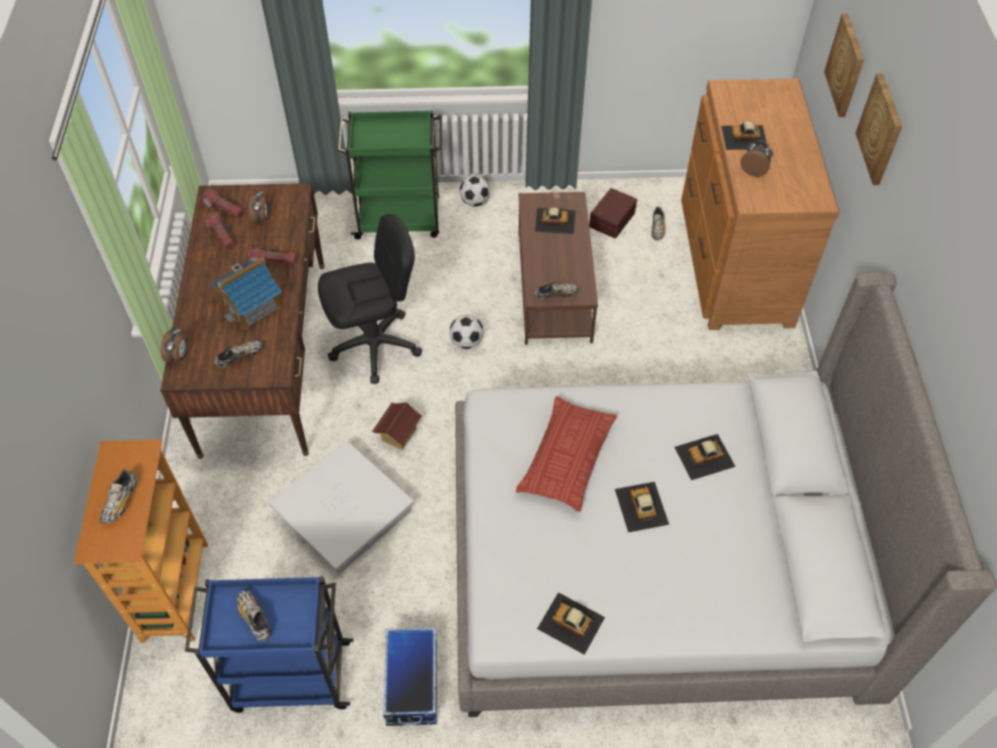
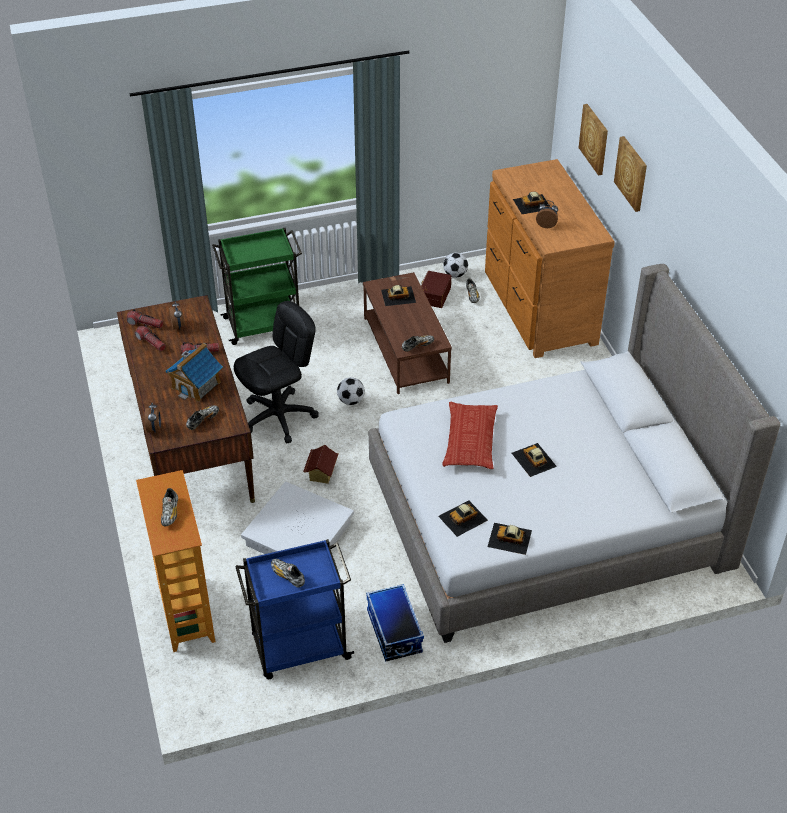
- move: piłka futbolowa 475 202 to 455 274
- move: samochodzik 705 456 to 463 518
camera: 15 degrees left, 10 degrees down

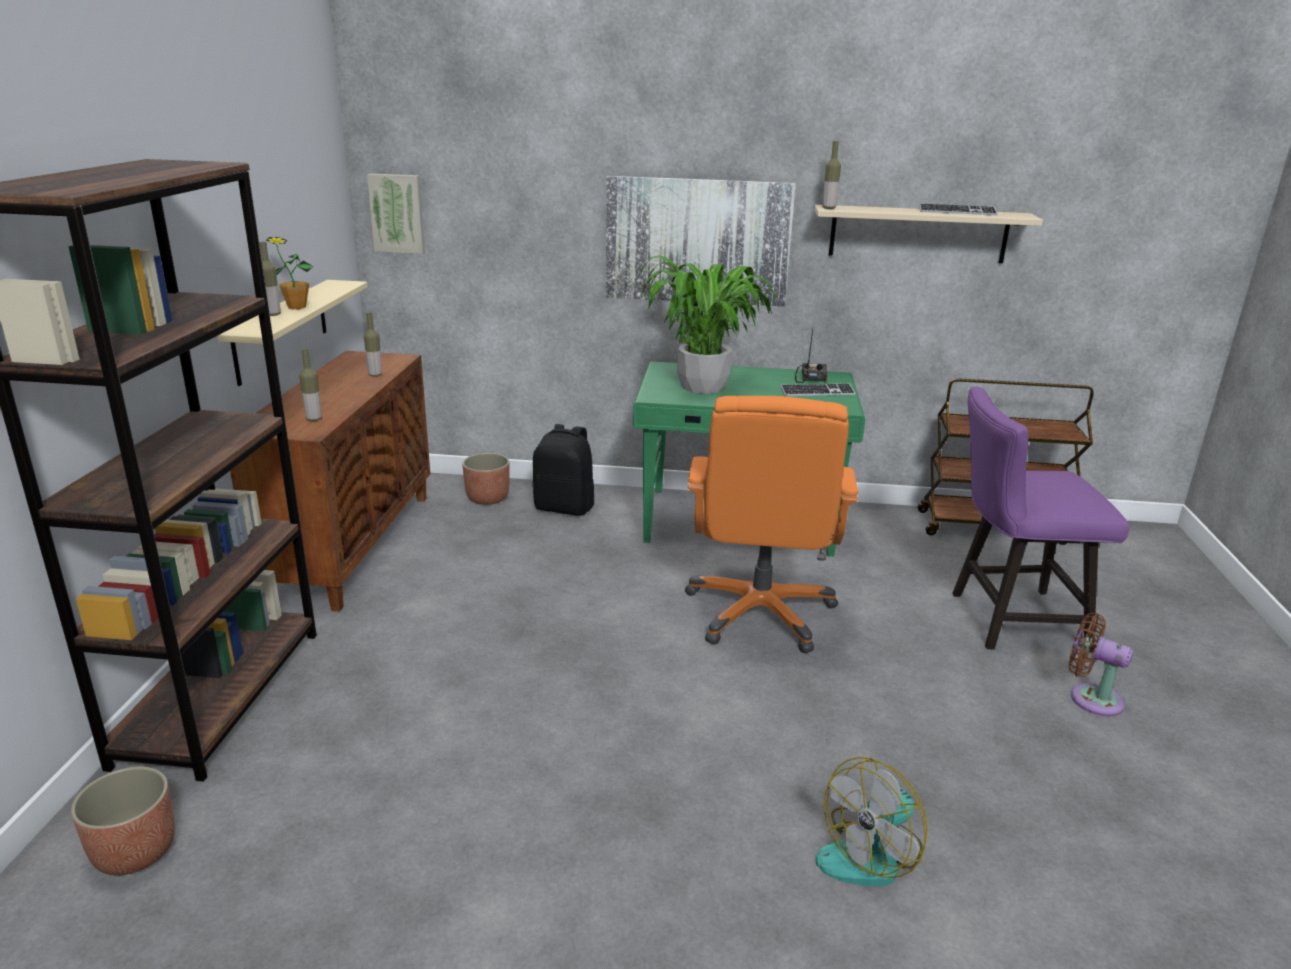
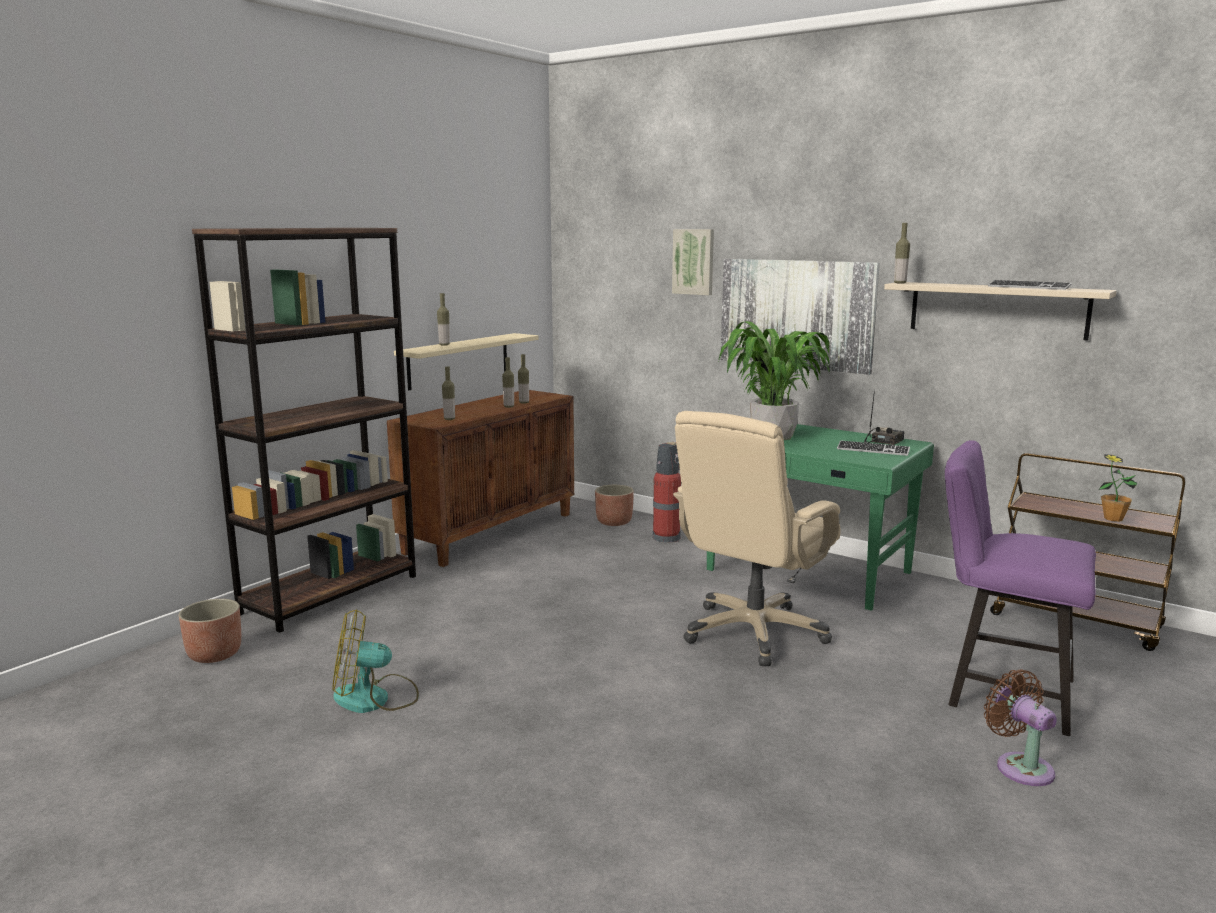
- move: roślina doniczkowa 296 307 to 1113 519
- move: obraz 397 213 to 694 261
- replace: plecak [czarny] 565 508 to gaśnica 667 537
- recolor: krzesło biurowe [pomarańczowy] 760 613 to krzesło biurowe [beżowy] 754 633
- move: wentylator 871 855 to 375 698
- insert: butelka 509 407
camera: 30 degrees right, 10 degrees down

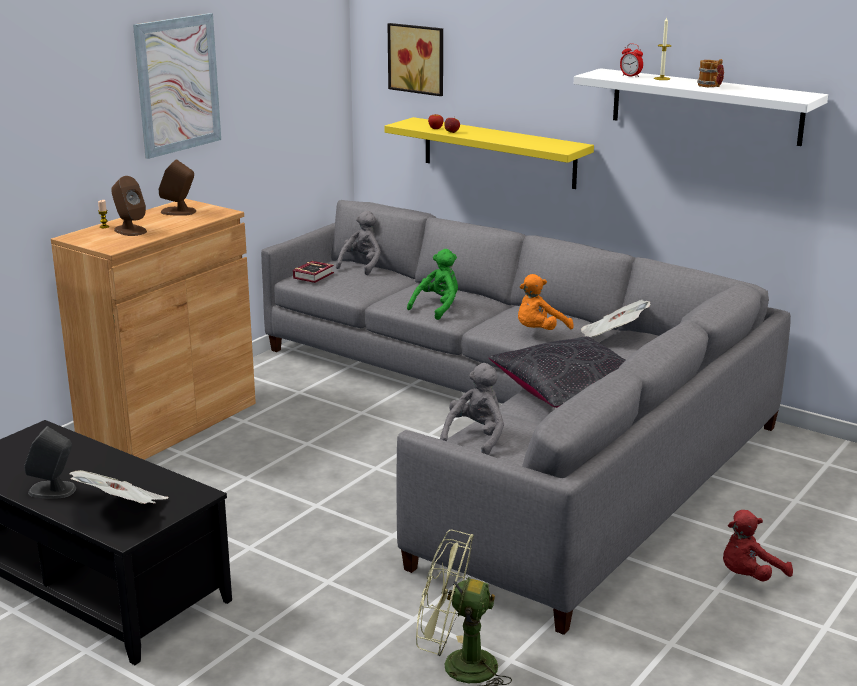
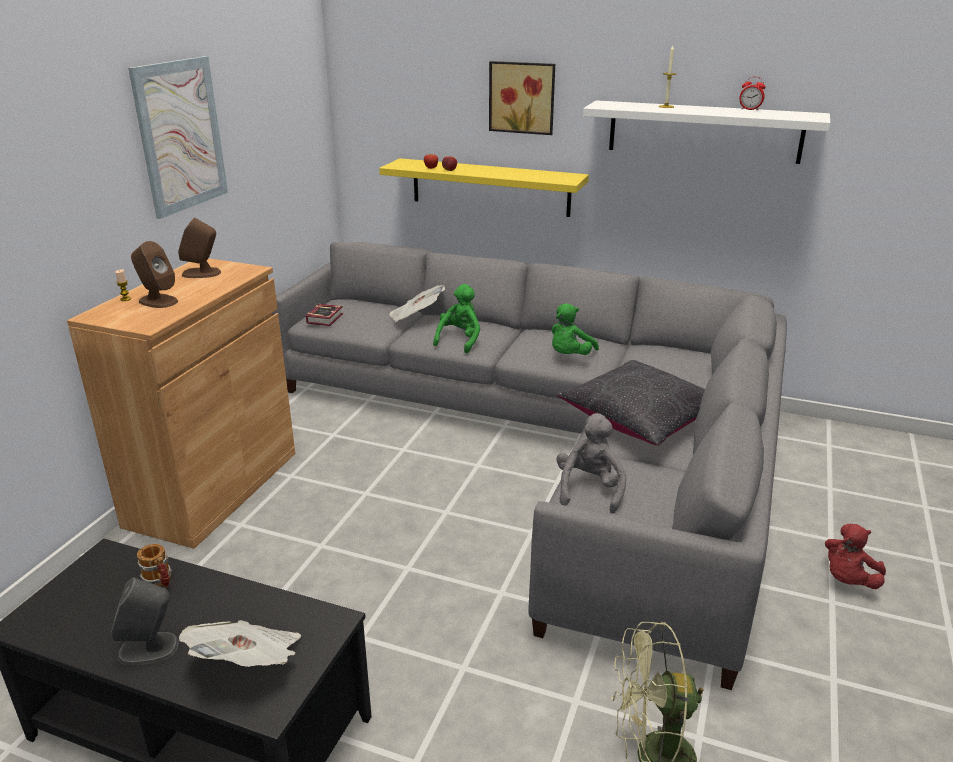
- delete: pluszak [szary] 362 265
- move: obraz 418 58 to 522 97
- recolor: pluszak [pomarańczowy] 539 332 to pluszak [zielony] 569 356
- move: gazeta 612 336 to 416 317
- move: budzik 630 76 to 750 109
- move: kubek 710 86 to 159 581
camera: 15 degrees left, 5 degrees up

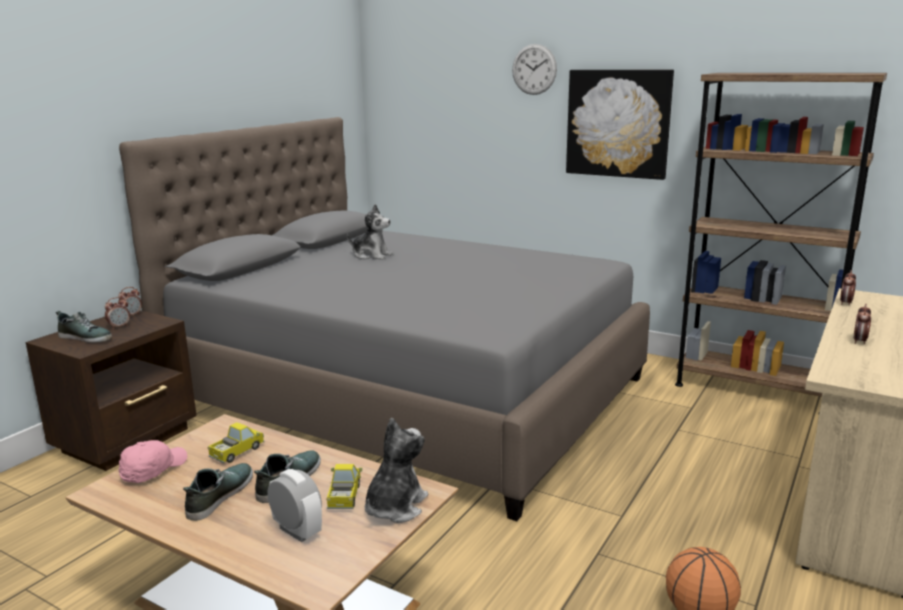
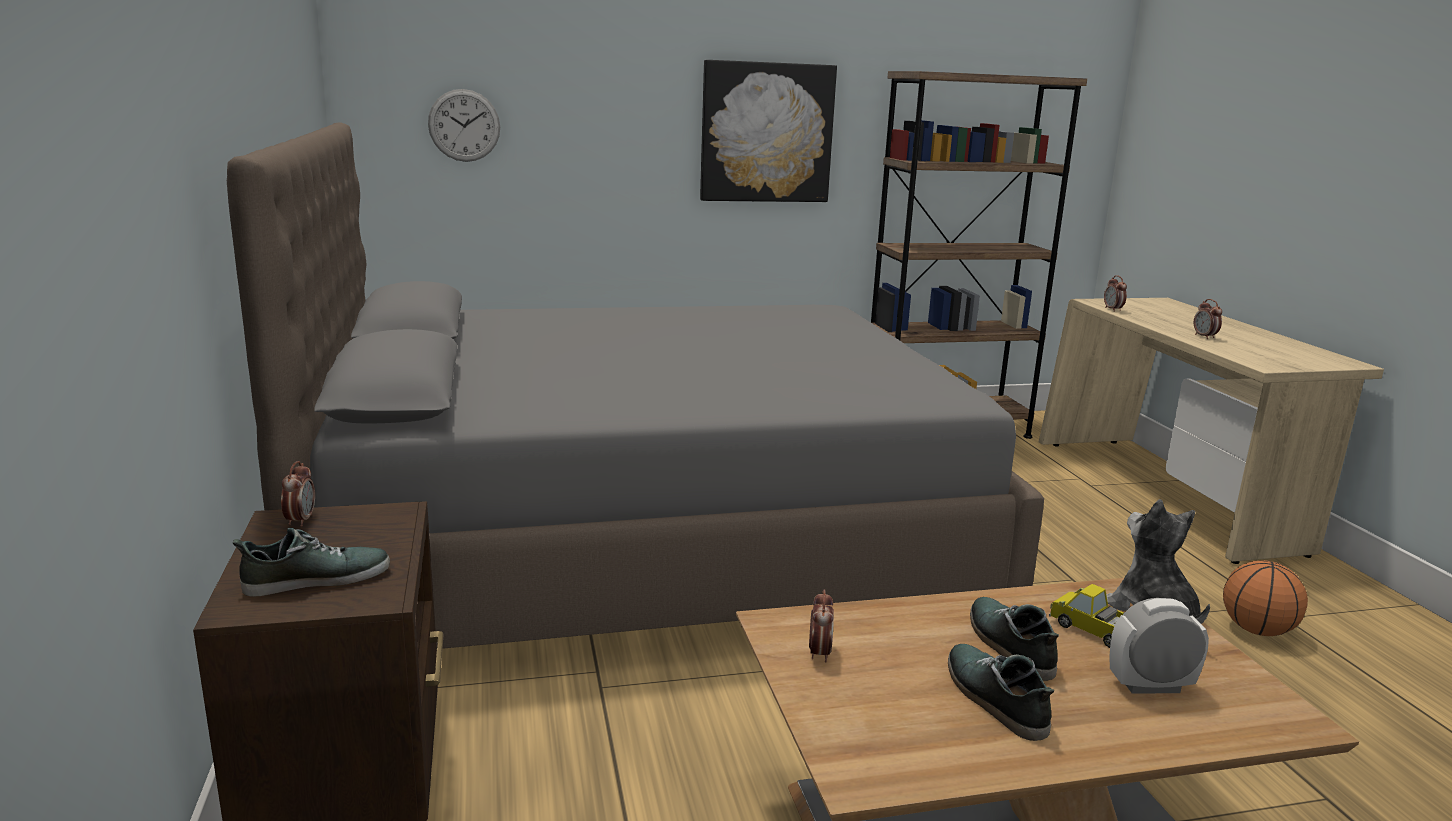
- move: budzik 119 327 to 819 653
- delete: czapka z daszkiem [różowy] 153 470
- delete: ciężarówka zabawkowa 237 452
- delete: pluszak 371 255
- move: zegar ścienny 534 69 to 464 125
camera: 45 degrees left, 0 degrees up

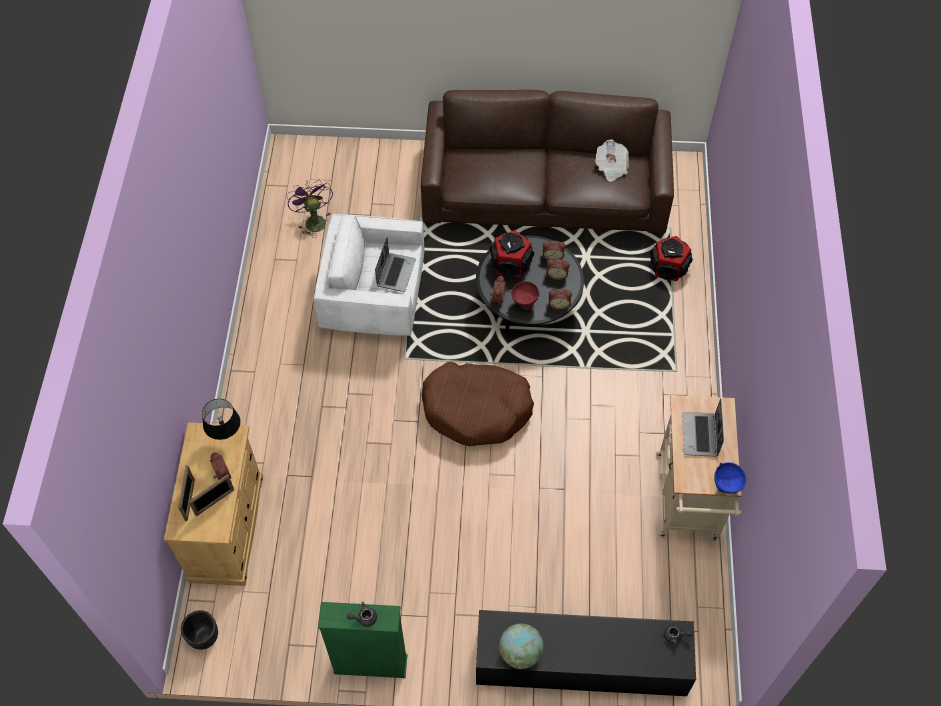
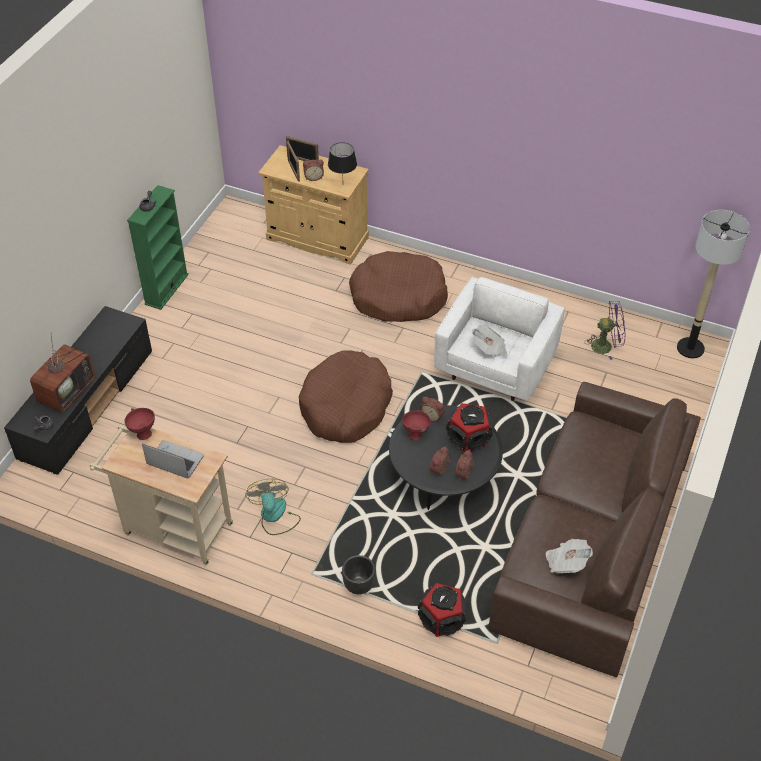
- move: donica [czarny] 203 637 to 358 585
- replace: laptop 395 272 to gazeta 489 349
- delete: globus 520 653
- delete: budzik 559 304
- delete: miska [niebieski] 726 488
- insert: telewizor 66 390
- insert: miska [czerwony] 142 432
- insert: wentylator 275 516
- insert: legowisko [brązowy] 398 297
- insert: lampa stojąca 690 348
camera: 110 degrees right, 10 degrees down

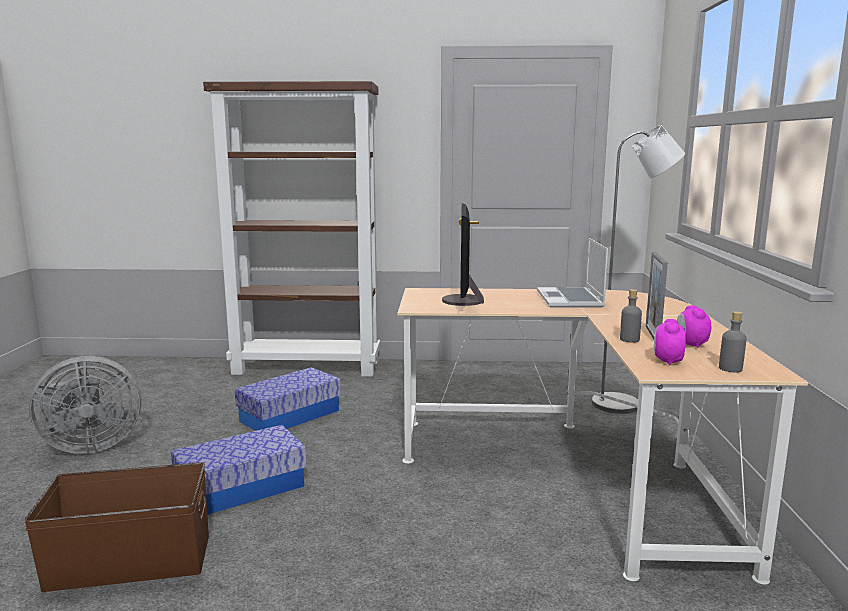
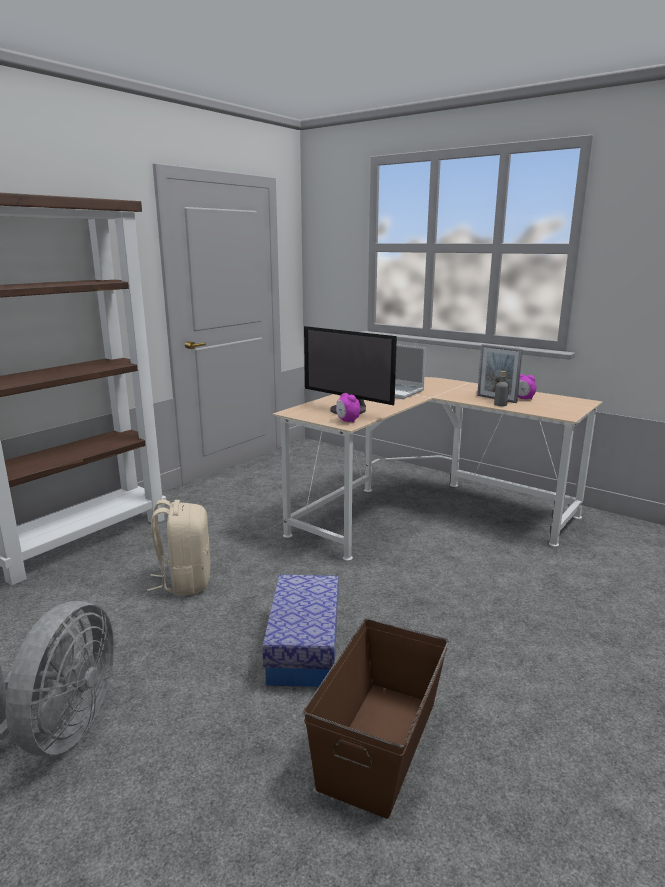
- replace: pojemnik do przechowywania 290 416 to plecak [beżowy] 185 581
- delete: lampa stojąca [szary] 625 405
- move: budzik 667 361 to 347 421
- delete: butelka [szary] 730 369
camera: 55 degrees left, 5 degrees up

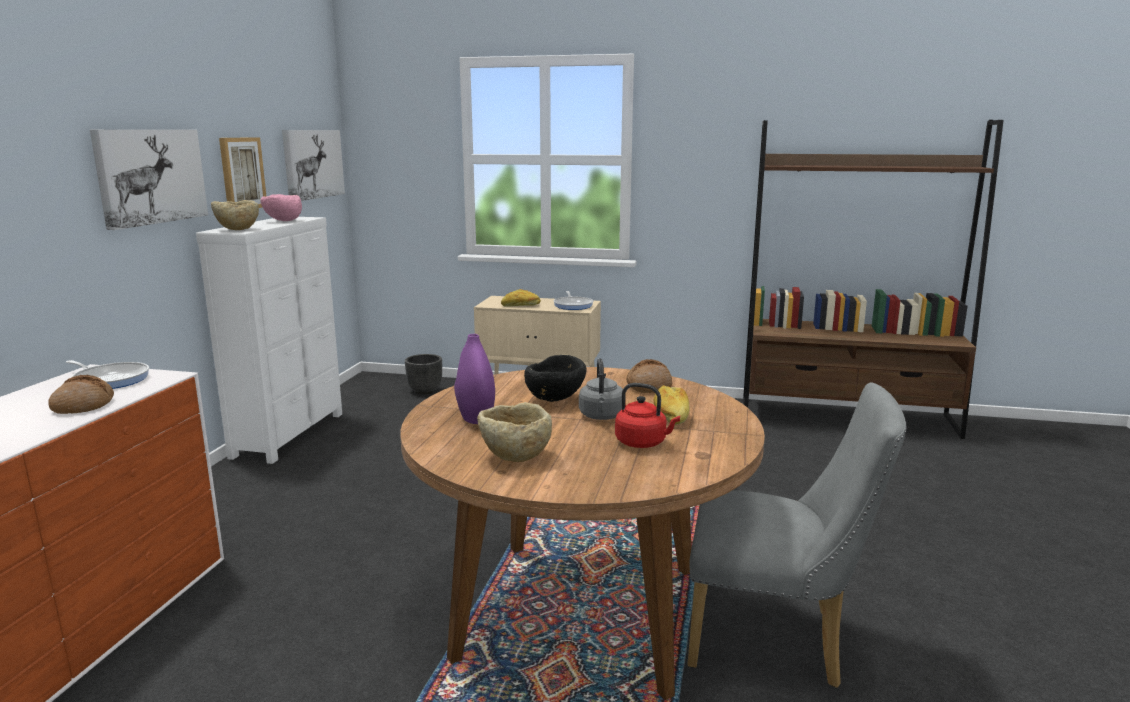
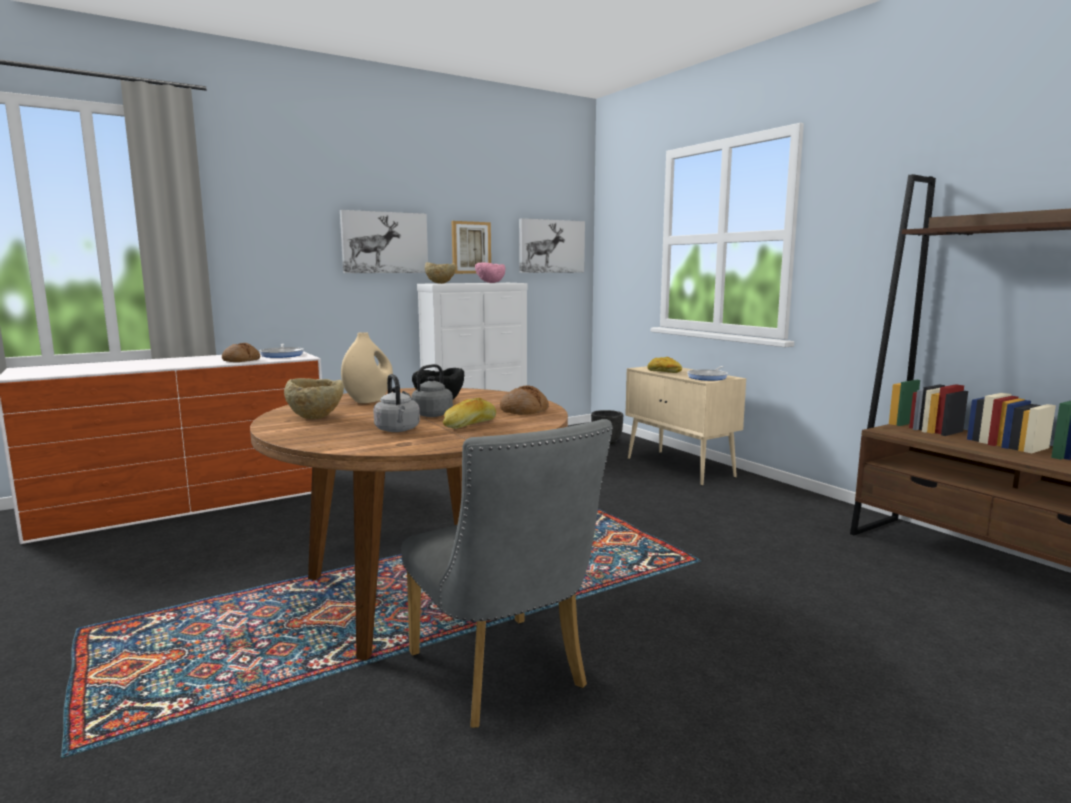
- recolor: wazon [fioletowy] 475 417 to wazon [beżowy] 369 400
- recolor: czajnik [czerwony] 643 443 to czajnik [szary] 398 430
camera: 45 degrees right, 5 degrees down

